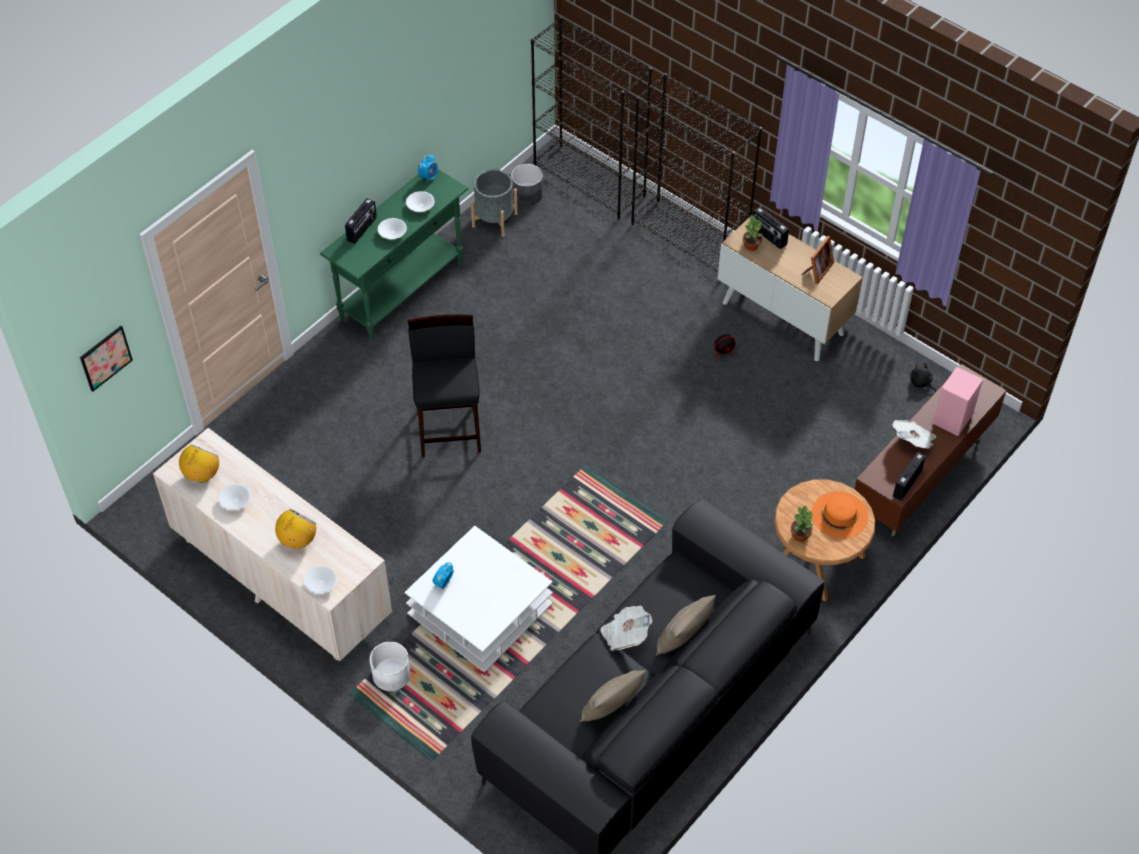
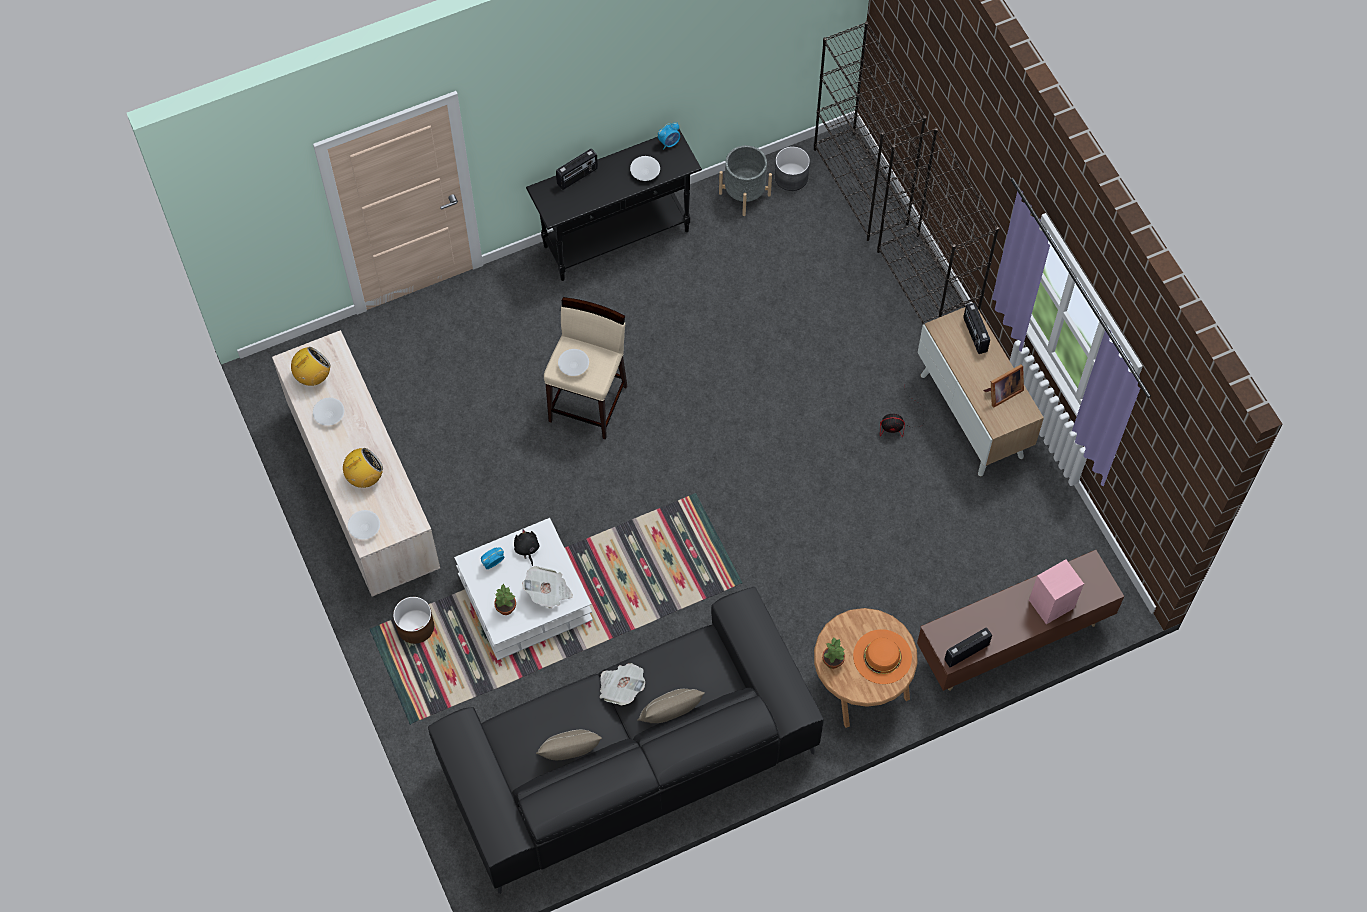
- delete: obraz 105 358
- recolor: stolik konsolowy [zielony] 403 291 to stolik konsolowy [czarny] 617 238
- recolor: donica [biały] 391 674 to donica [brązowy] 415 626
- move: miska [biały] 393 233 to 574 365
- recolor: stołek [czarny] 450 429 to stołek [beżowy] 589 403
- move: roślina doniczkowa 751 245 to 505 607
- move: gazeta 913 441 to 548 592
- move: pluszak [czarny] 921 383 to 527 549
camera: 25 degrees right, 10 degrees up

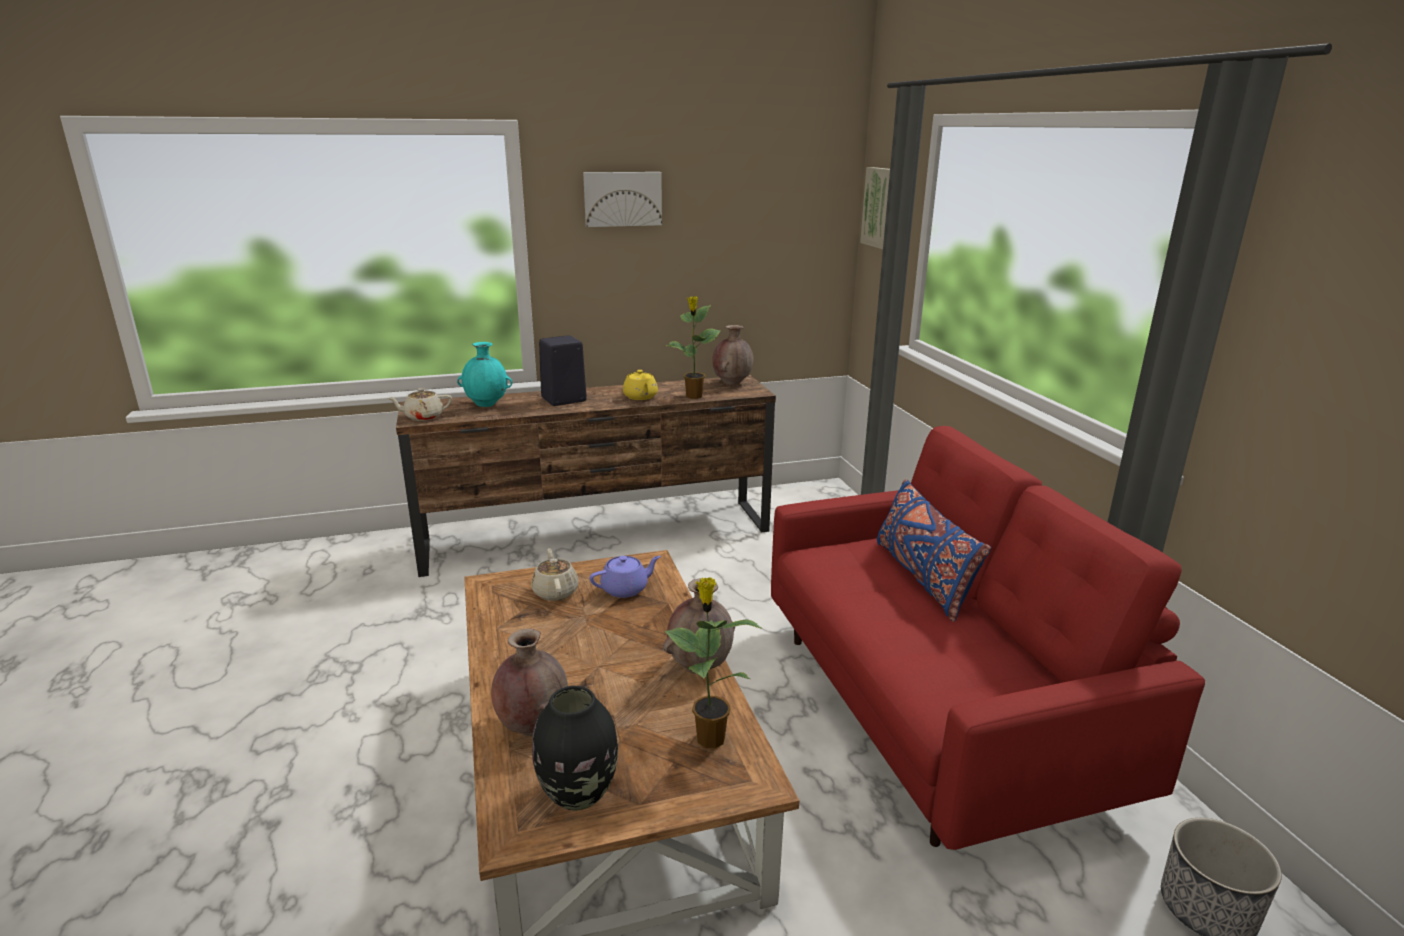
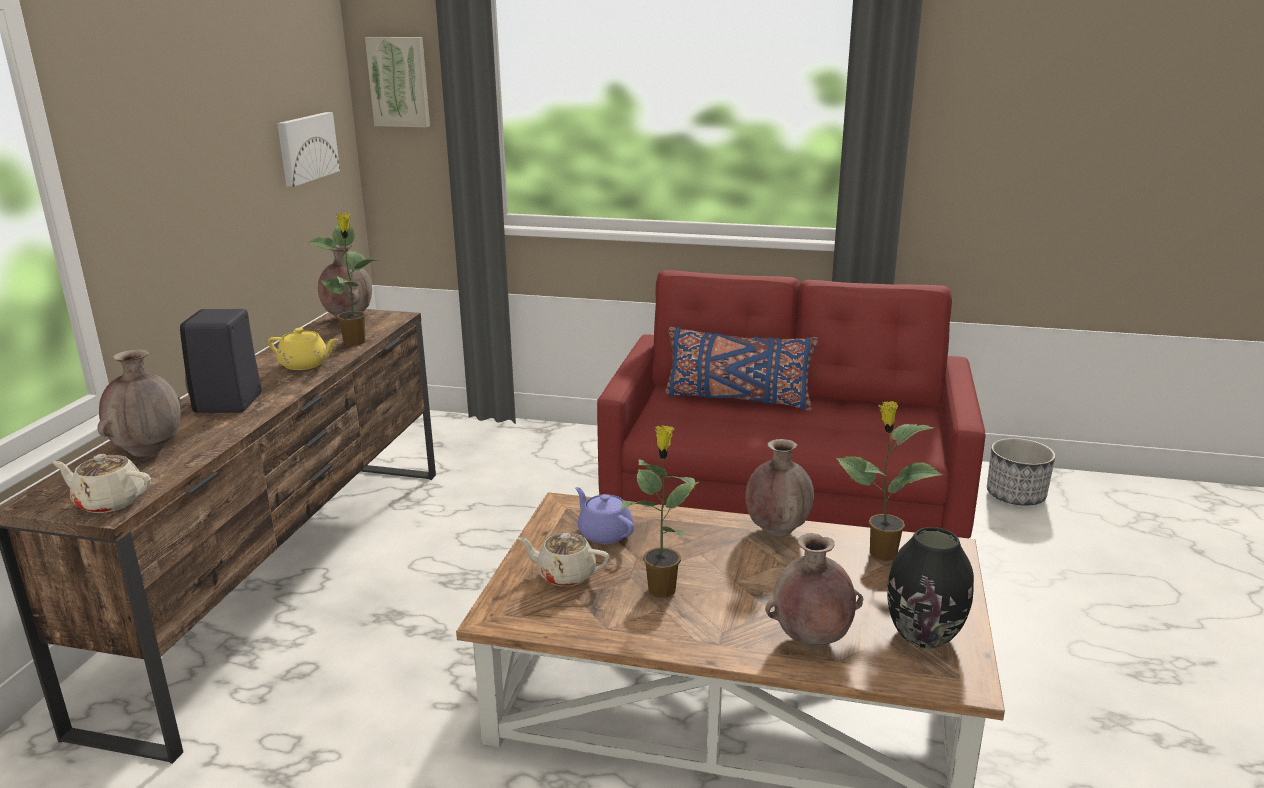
- rotate: imbryk [beżowy] 423 417 = 109 502 90 degrees clockwise
- recolor: wazon [turkusowy] 487 405 to wazon [brązowy] 149 450
- move: obraz 622 199 to 306 148
- rotate: imbryk [fioletowy] 625 589 = 604 533 45 degrees counterclockwise
- insert: roślina doniczkowa 662 588
camera: 60 degrees left, 0 degrees up

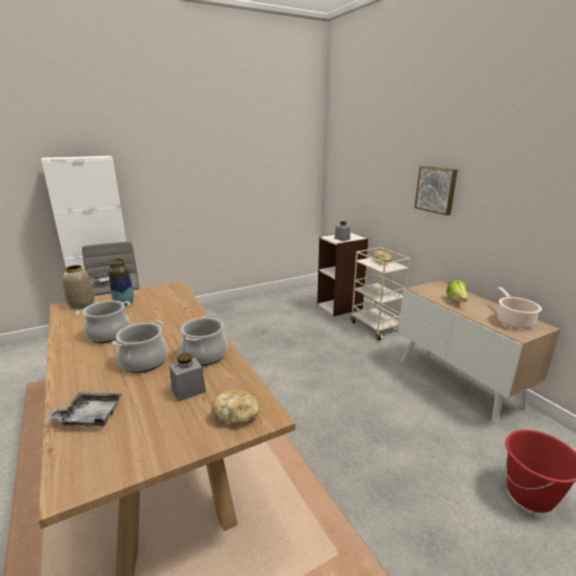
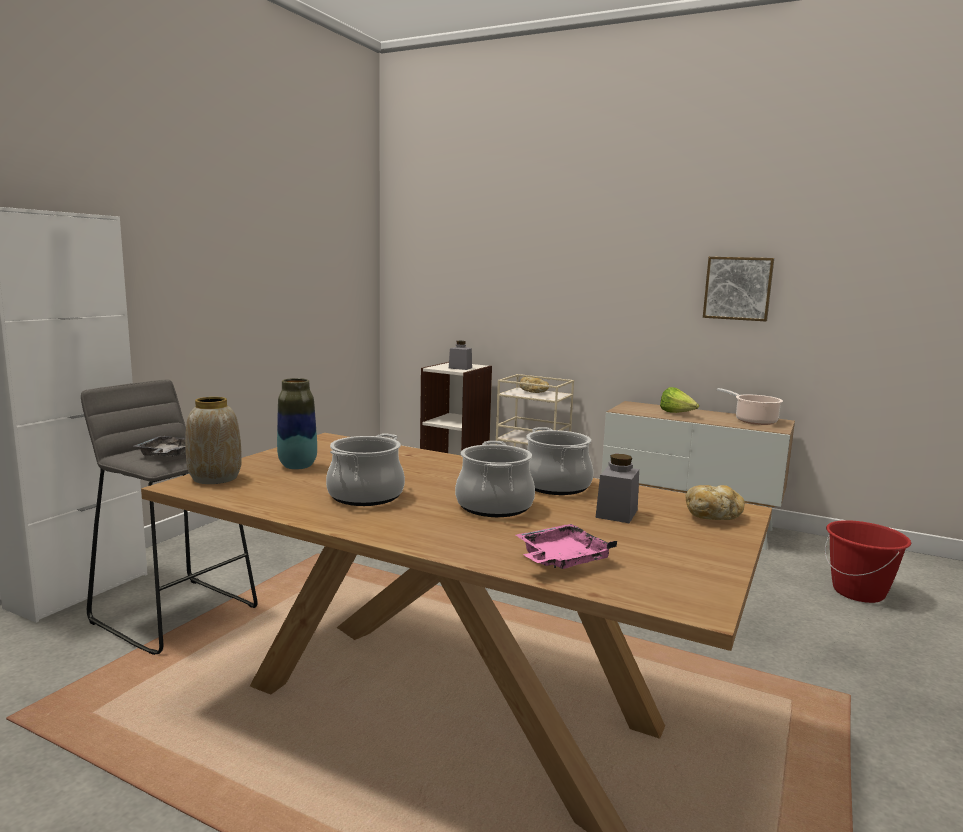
- recolor: taca [szary] 89 416 to taca [różowy] 561 559
- move: obraz 436 189 to 738 288
camera: 35 degrees left, 10 degrees down

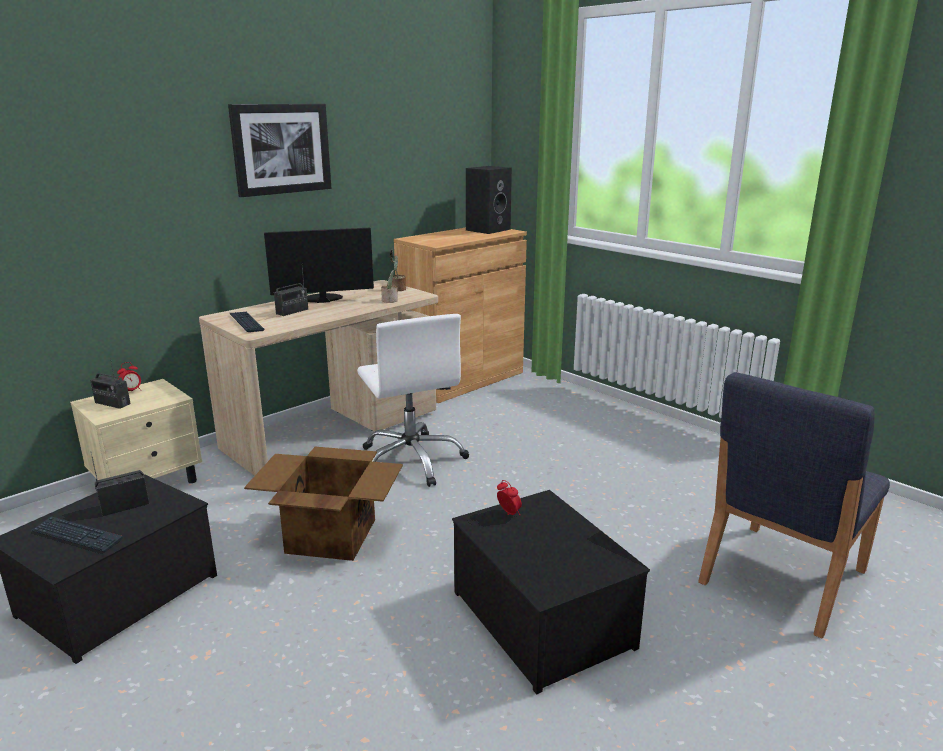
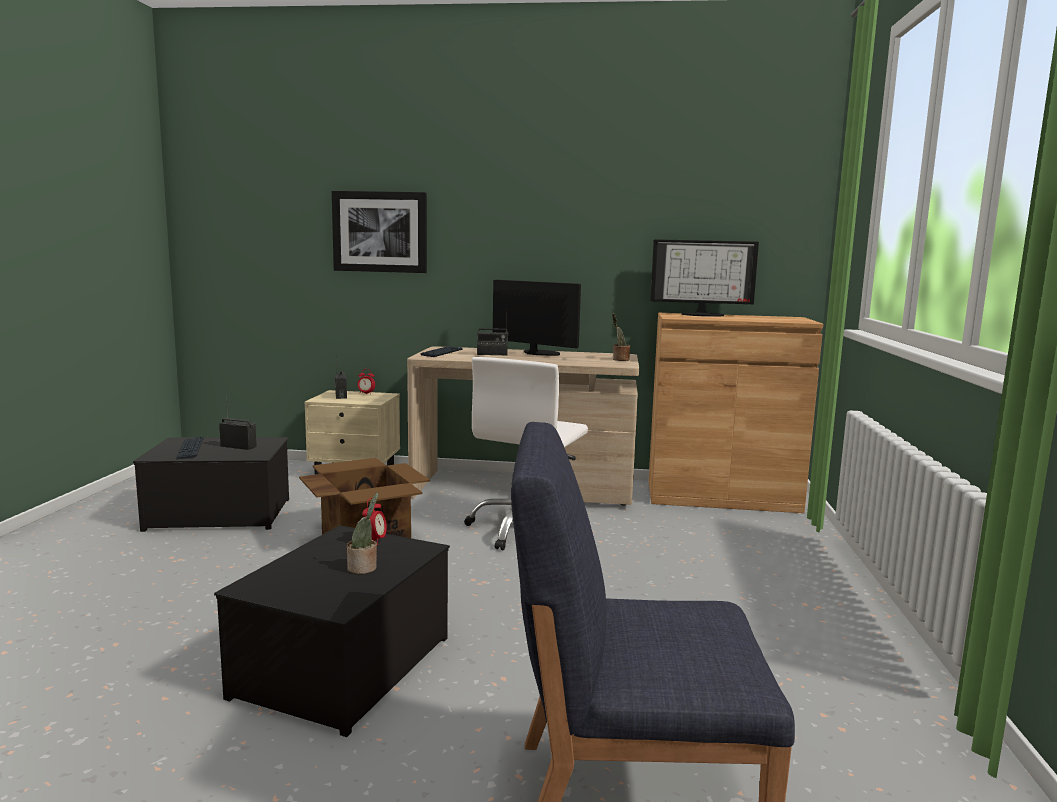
- move: obraz 281 149 to 380 232
- move: roślina doniczkowa 391 300 to 364 568
- delete: głośnik [czarny] 488 229
- insert: monitor 702 314
camera: 50 degrees right, 10 degrees down

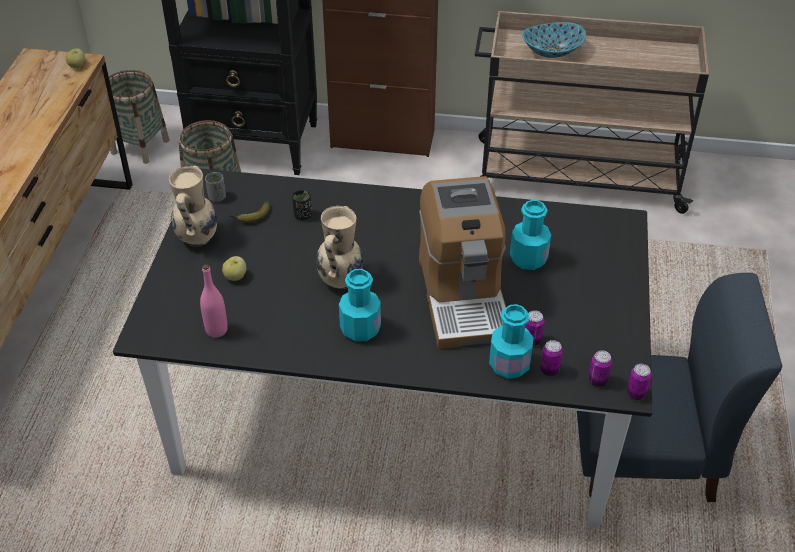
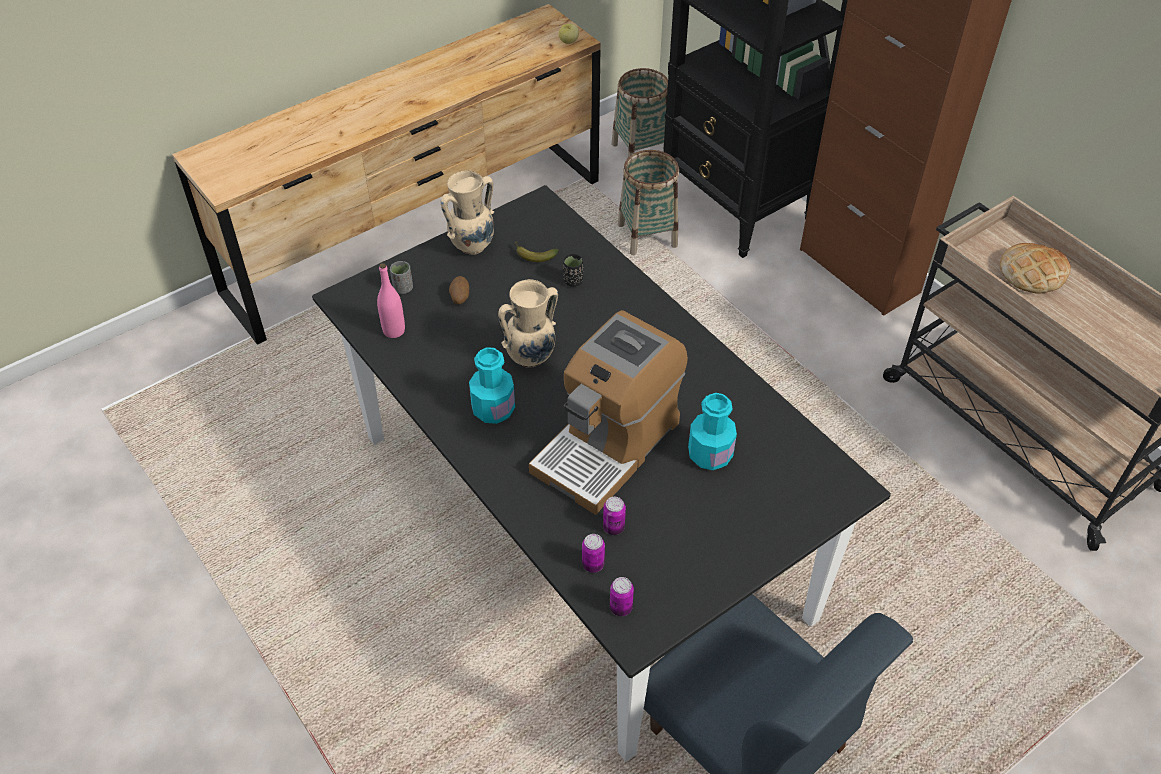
- move: filiżanka [szary] 217 197 to 403 288
- replace: jabłko 236 277 to ziemniak 459 297
- delete: butelka [turkusowy] 509 365
- replace: miska 551 51 to chleb 1032 273
- delete: puszka 636 394
camera: 45 degrees right, 5 degrees up

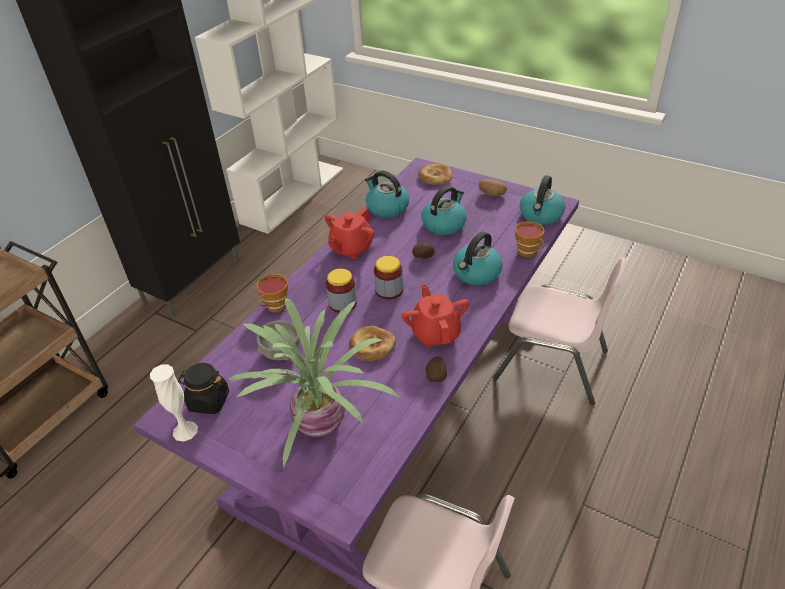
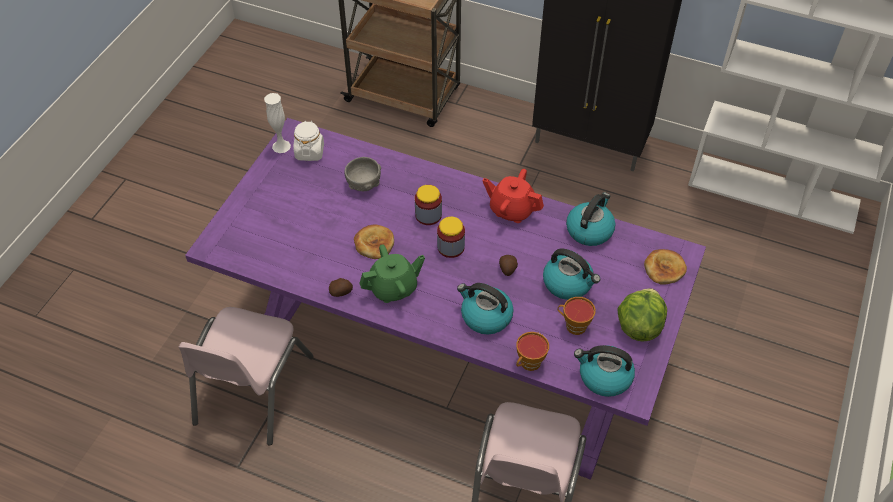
- recolor: słoik [czarny] 208 401 to słoik [biały] 309 152
- delete: roślina doniczkowa 318 424
- move: filiżanka 275 307 to 573 325
- recolor: imbryk [czerwony] 435 333 to imbryk [zielony] 393 288
- replace: ziemniak 491 194 to sałata 639 326
camera: 80 degrees right, 10 degrees up

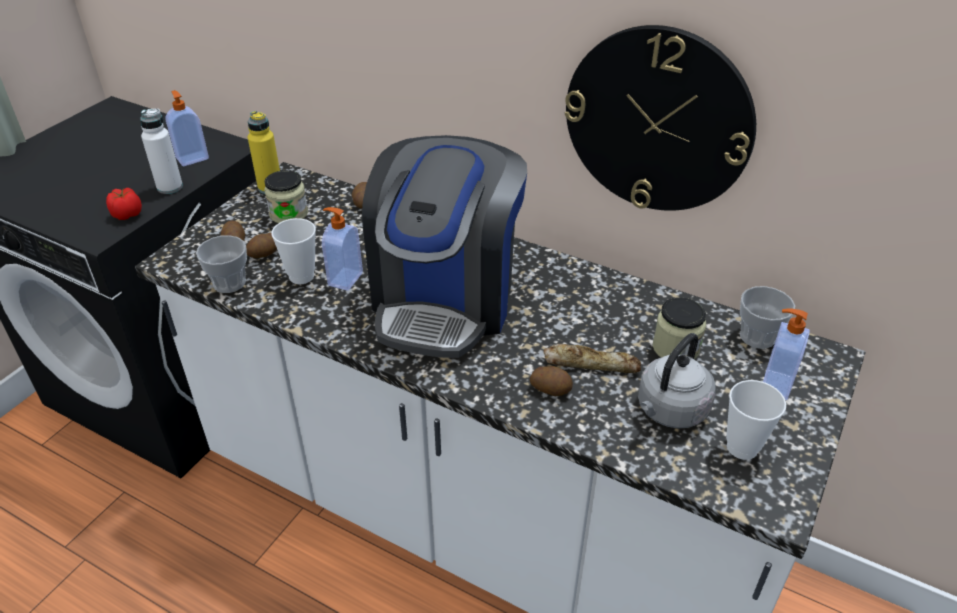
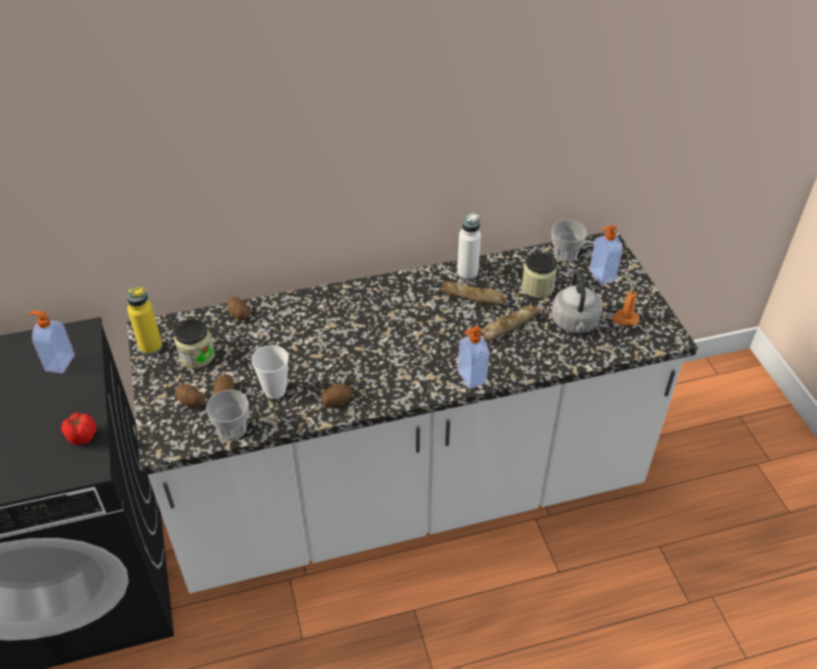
- move: butelka [biały] 170 187 to 467 273
- move: dozownik mydła 344 279 to 470 377
- delete: ekspres do kawy 446 299
- move: ziemniak 551 389 to 336 400
- delete: zegar ścienny 657 121
- replace: filiżanka 742 447 to świeca [pomarańczowy] 624 319
- insert: chleb 473 297
camera: 45 degrees left, 5 degrees up

